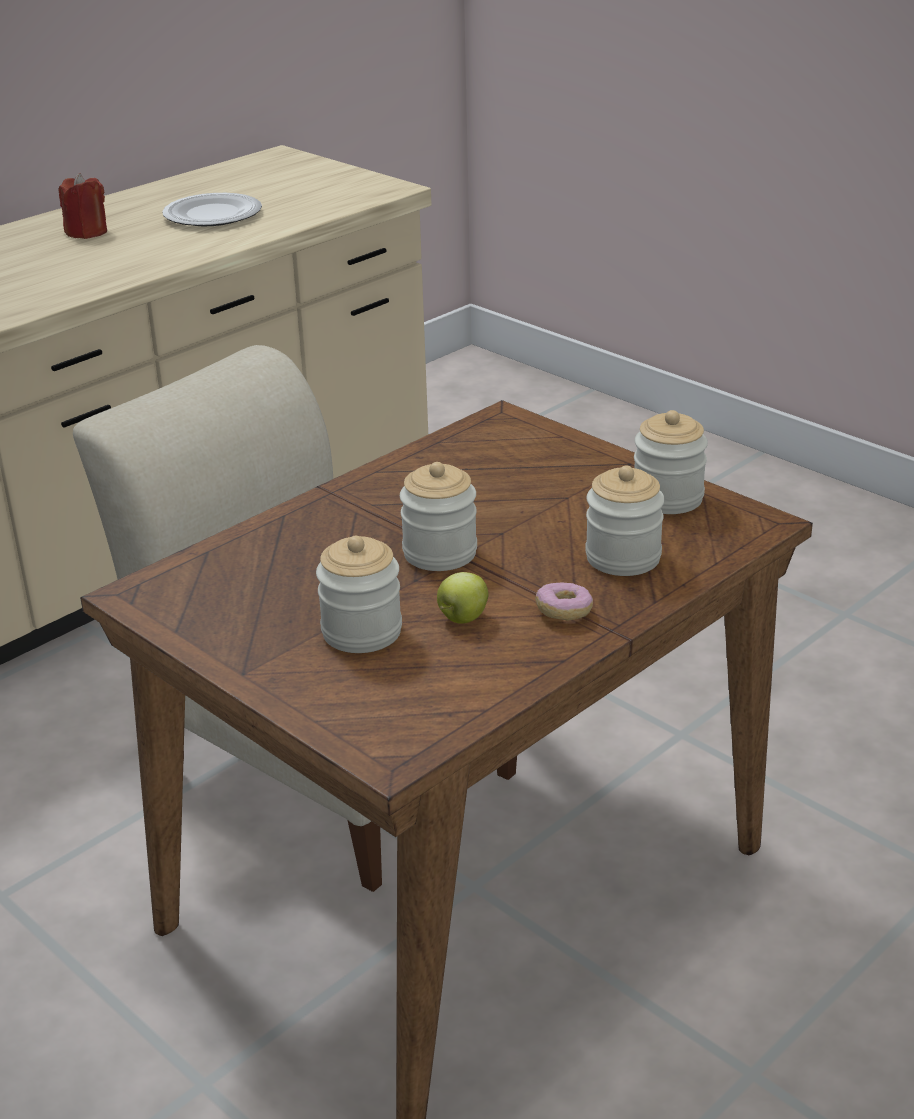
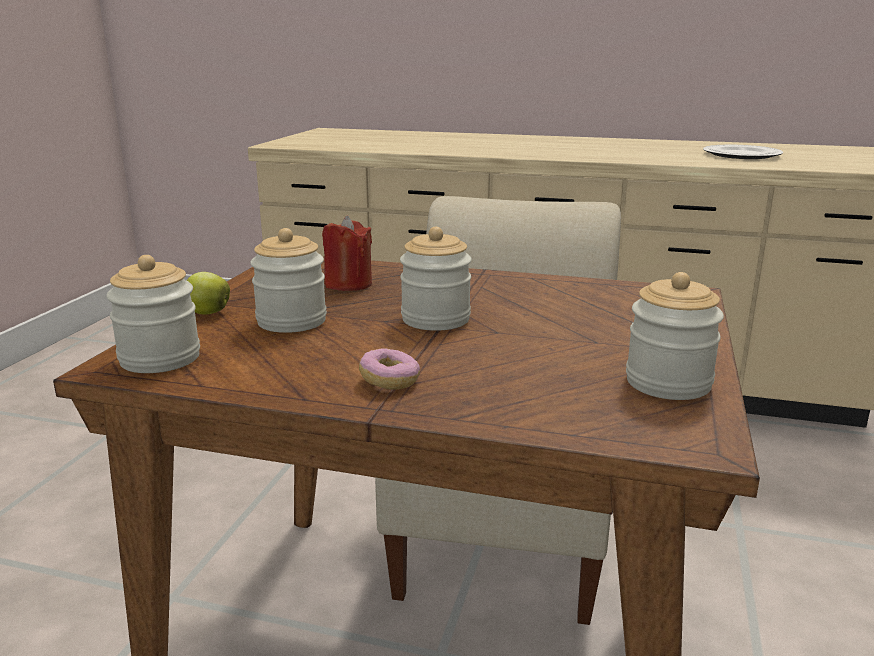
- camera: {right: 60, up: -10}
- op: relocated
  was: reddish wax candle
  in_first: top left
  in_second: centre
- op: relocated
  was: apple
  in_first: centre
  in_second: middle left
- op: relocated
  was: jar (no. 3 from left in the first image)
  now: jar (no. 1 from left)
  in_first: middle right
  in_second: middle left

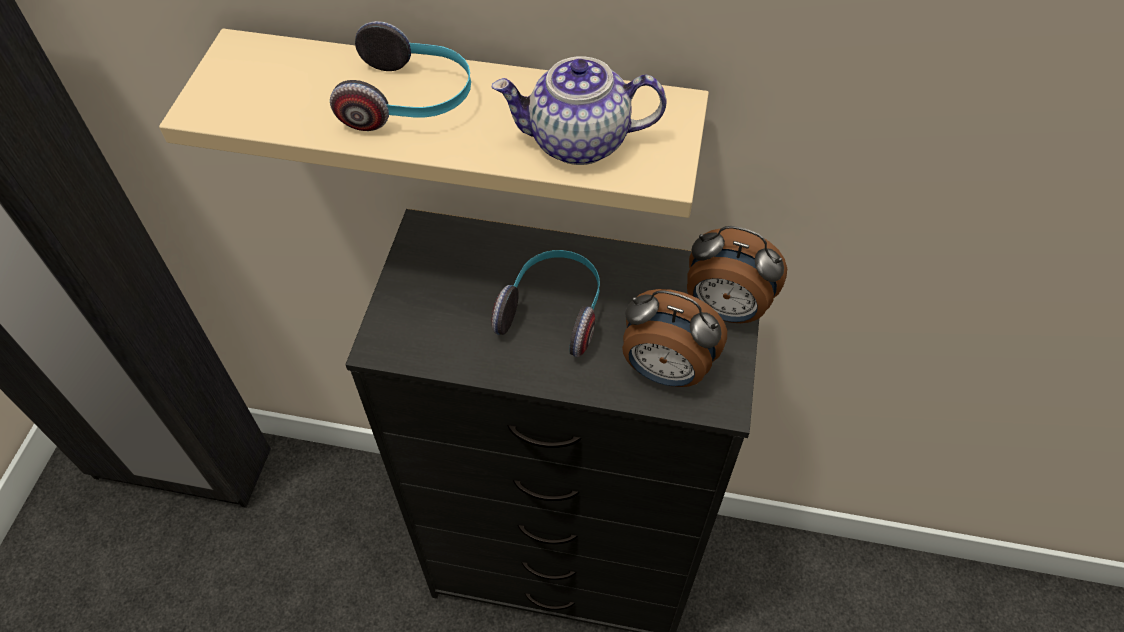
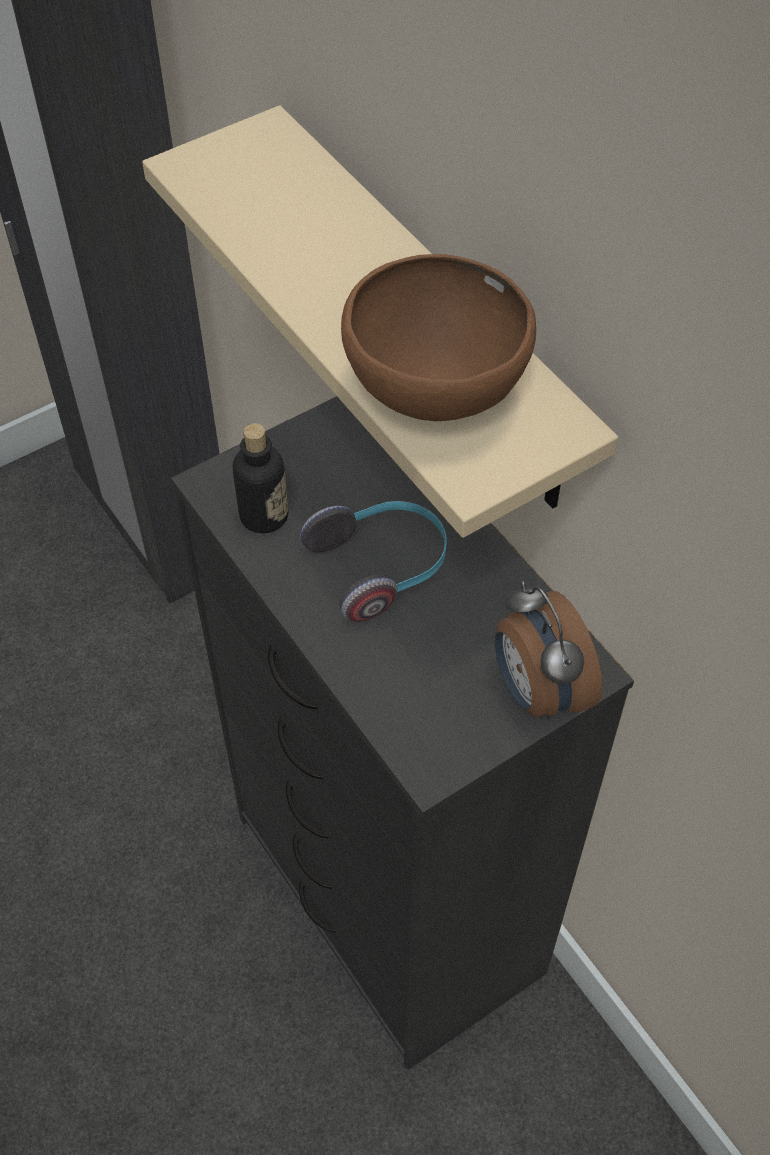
- camera: {right: 45, up: 0}
- op: missing
  was: headset (no. 1 from left)
  in_first: top centre
- op: missing
  was: bedside clock (no. 1 from left)
  in_first: centre
- op: appeared
  now: beverage bottle
  in_second: centre
- op: exchanged
  was: tea pot
  now: brown serving bowl
  in_first: top centre
  in_second: top centre

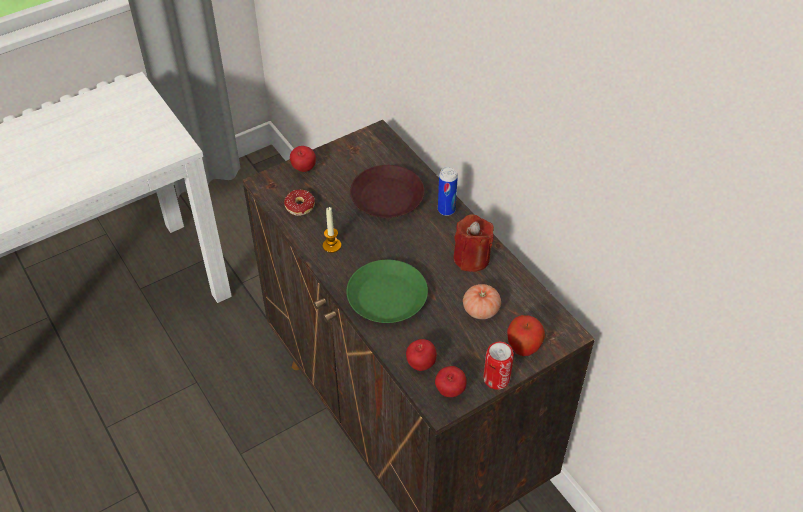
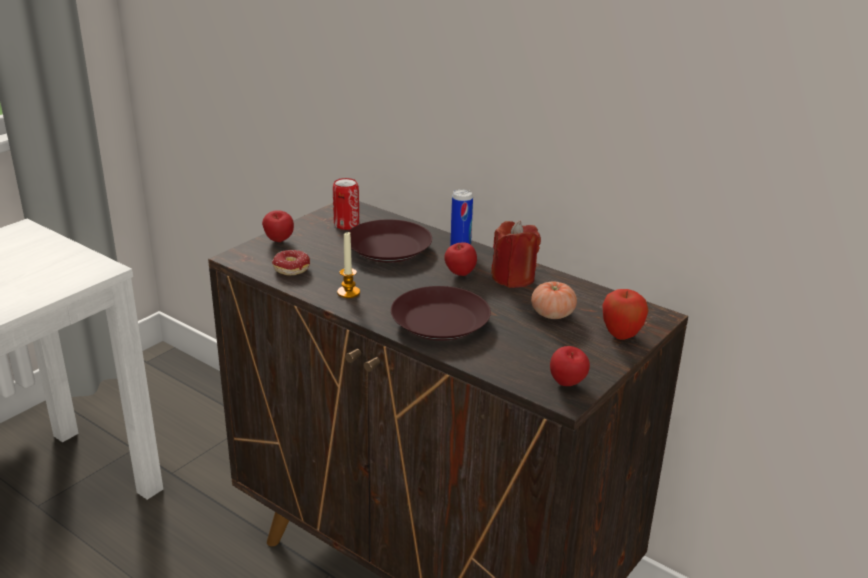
- camera: {right: -20, up: -20}
- op: relocated
  was: apple (no. 2 from left)
  in_first: bottom centre
  in_second: centre
- op: relocated
  was: metal can (no. 2 from left in the first image)
  now: metal can (no. 1 from left)
  in_first: bottom centre
  in_second: centre
- op: colour
  was: green plate
  now: brown plate (no. 2 from left)
  in_first: centre
  in_second: centre

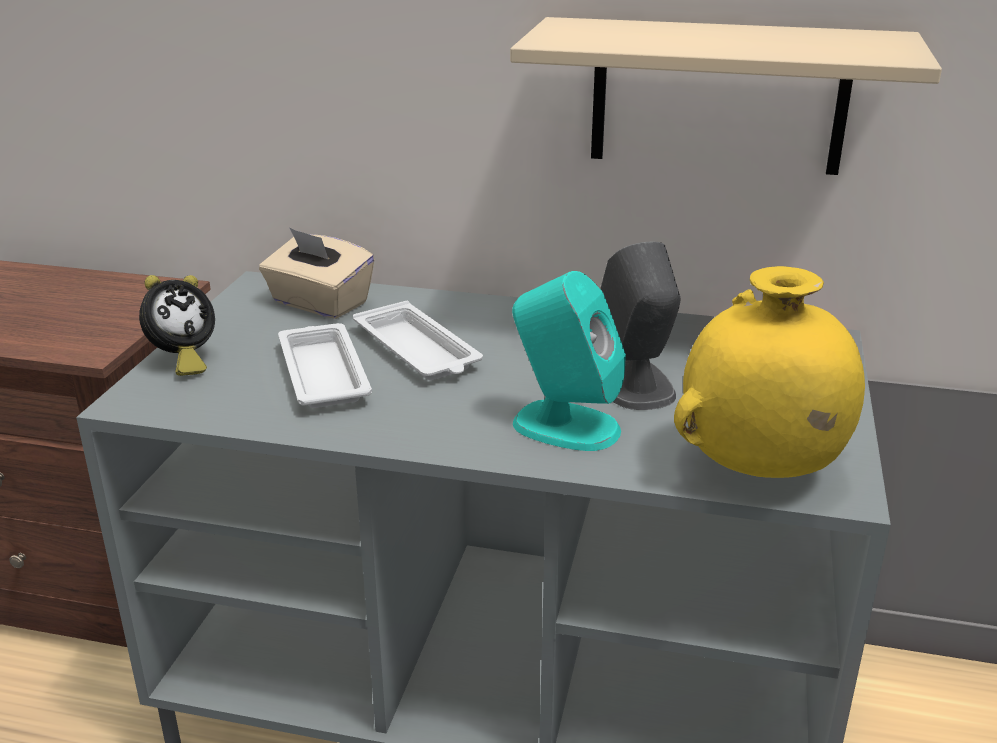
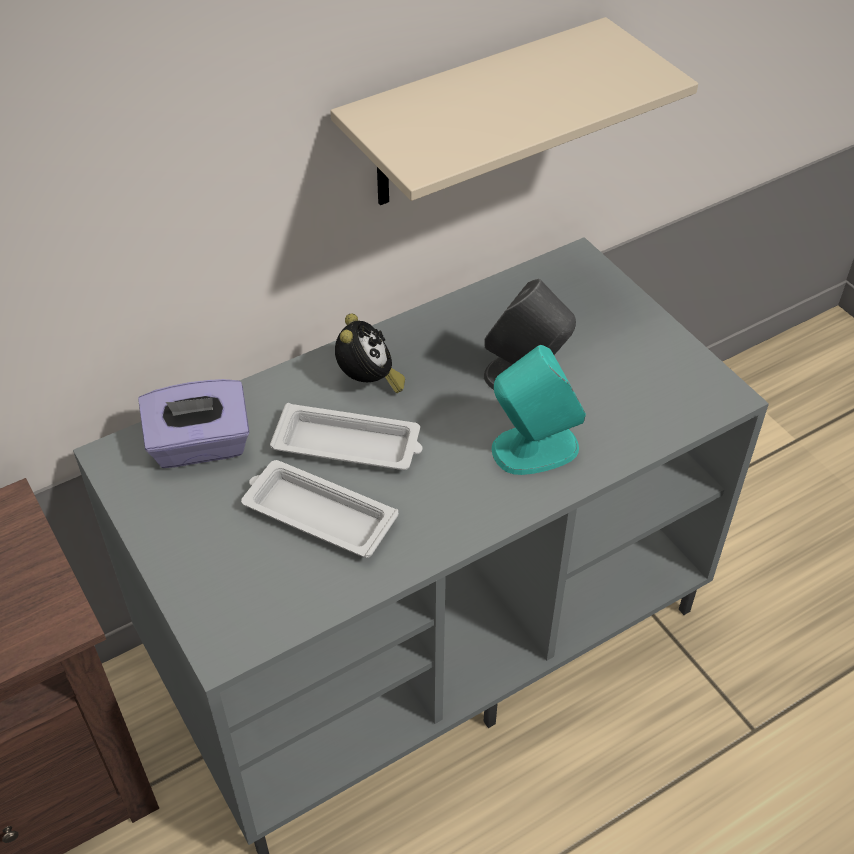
- camera: {right: -45, up: 20}
- op: missing
  was: yellow-coloured vase
  in_first: middle right
- op: relocated
  was: bedside clock
  in_first: middle left
  in_second: centre
- op: colour
  was: beige tissue holder
  now: purple tissue holder
  in_first: middle left
  in_second: middle left

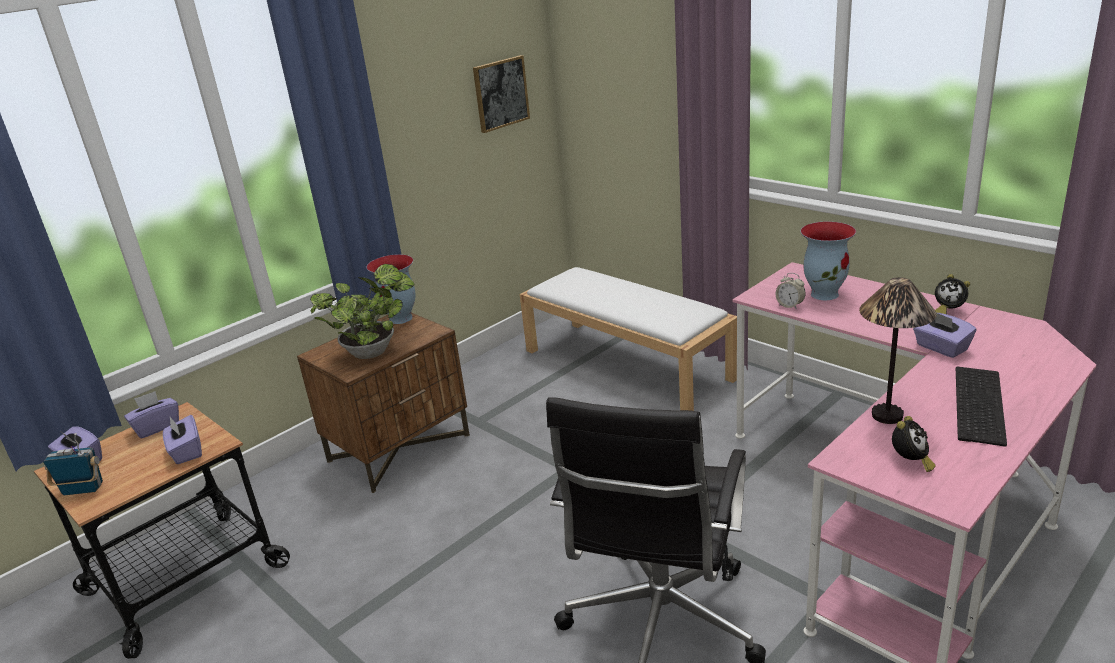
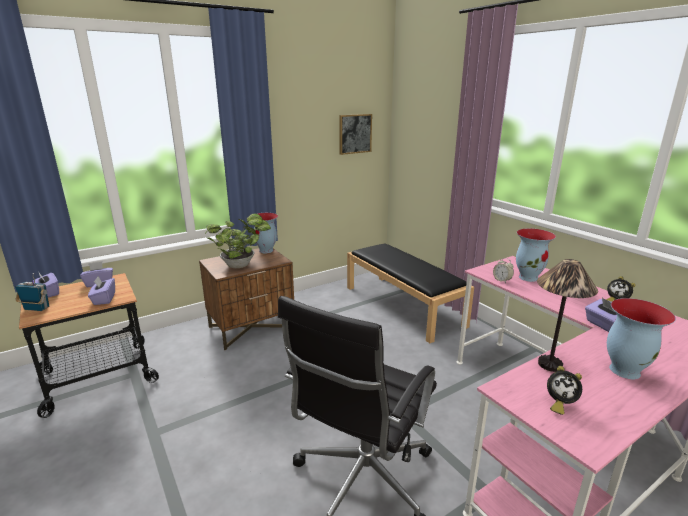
- camera: {right: 10, up: -5}
- op: exchanged
  was: PC keyboard
  now: vase (no. 3 from left)
  in_first: middle right
  in_second: middle right
- op: colour
  was: white-coloured long seat
  now: blackish long seat
  in_first: centre
  in_second: centre
- op: spun
  was: bedside clock (no. 2 from left)
  in_first: bottom right
  in_second: bottom right
  clockwise: 60

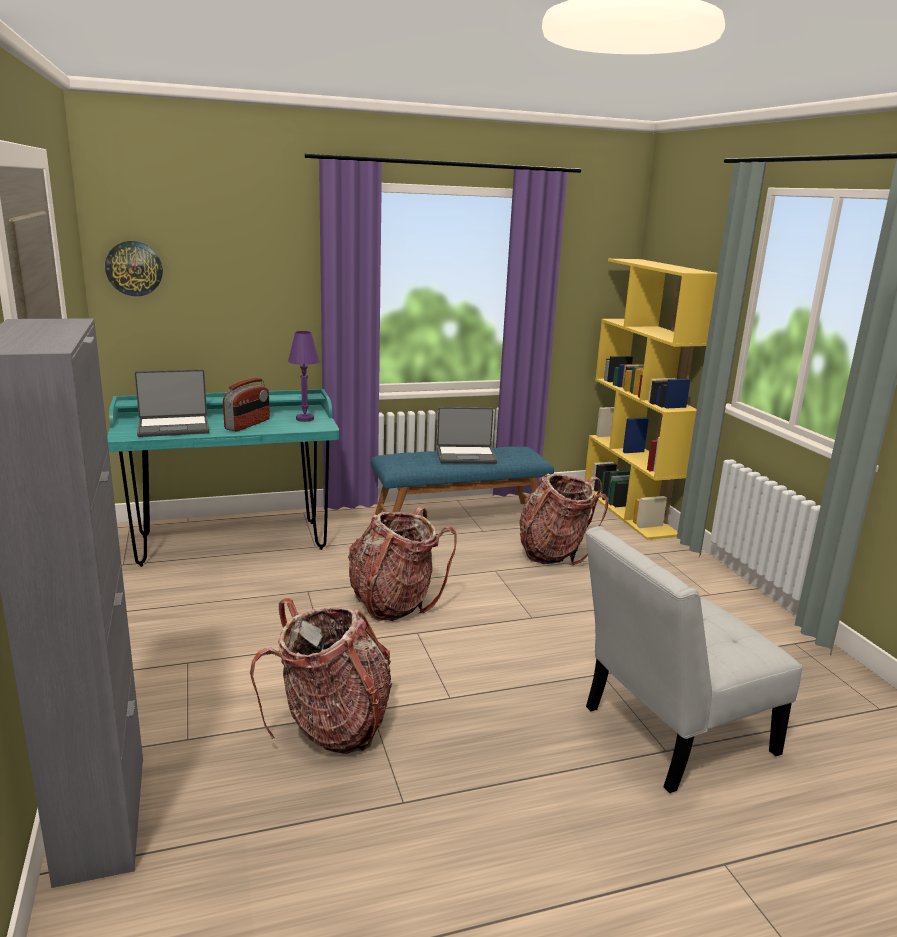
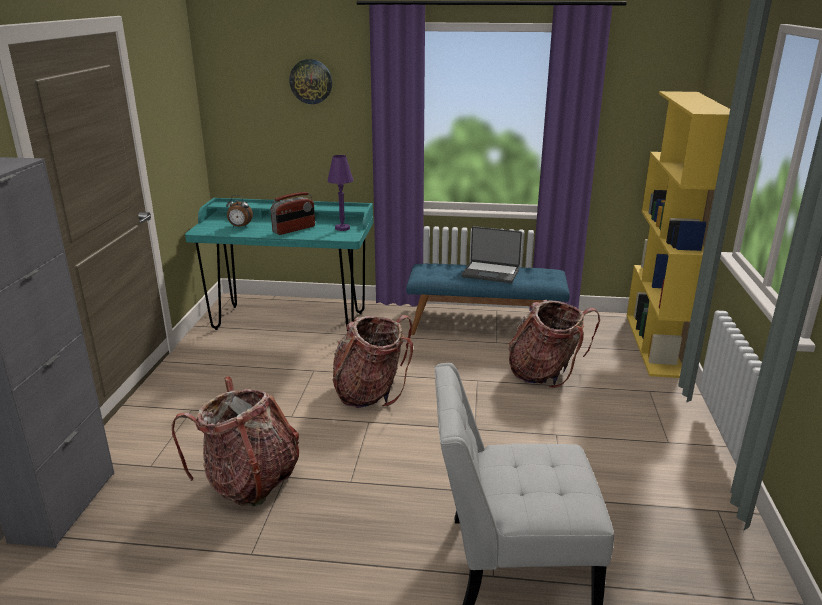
- camera: {right: 25, up: 5}
- op: relocated
  was: hanging clock
  in_first: top left
  in_second: top centre
- op: exchanged
  was: laptop (no. 1 from left)
  now: bedside clock
  in_first: middle left
  in_second: middle left

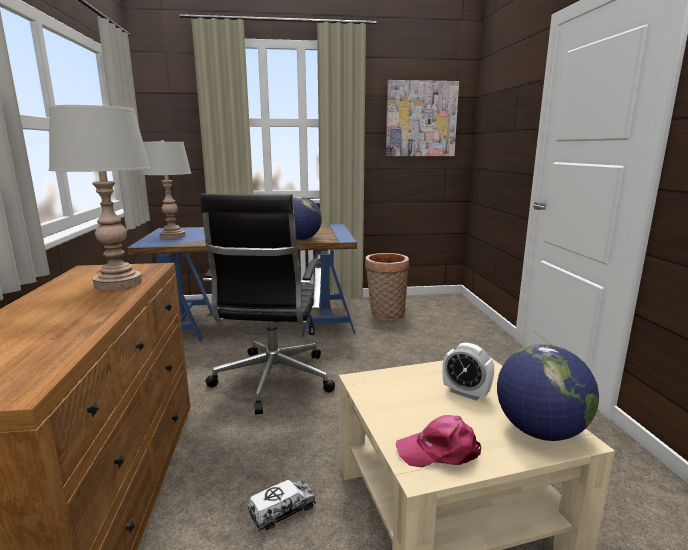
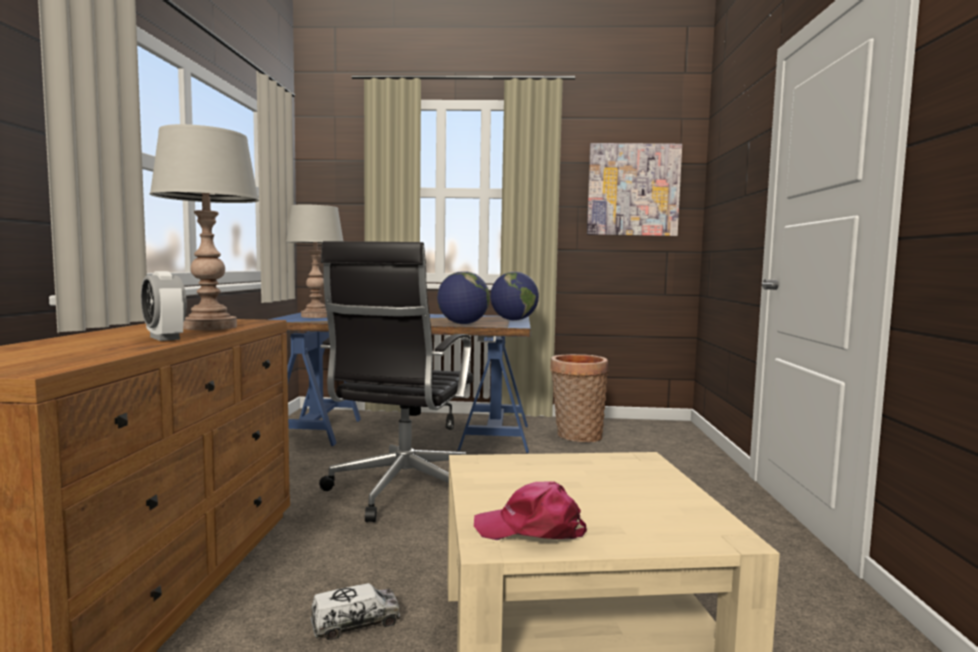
- camera: {right: 10, up: -10}
- op: relocated
  was: bedside clock
  in_first: bottom right
  in_second: middle left
- op: relocated
  was: desk globe (no. 2 from left)
  in_first: bottom right
  in_second: centre

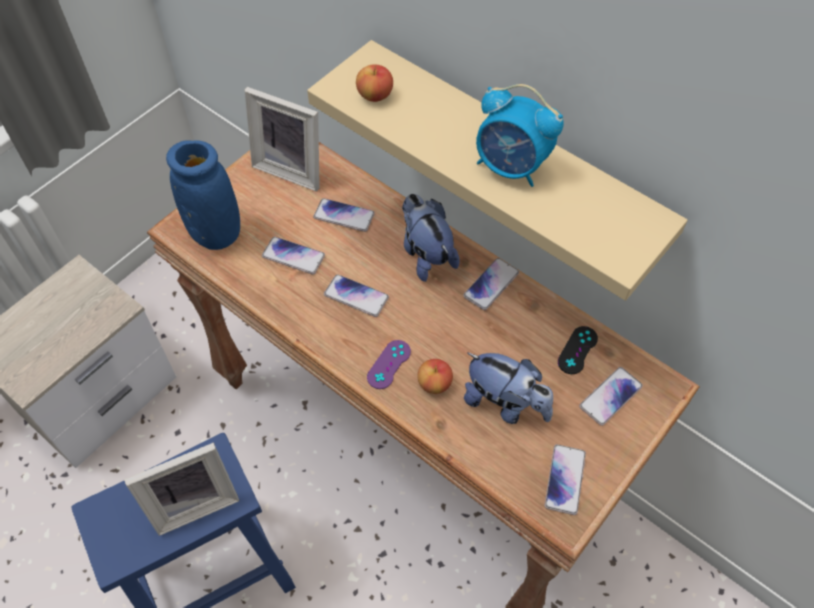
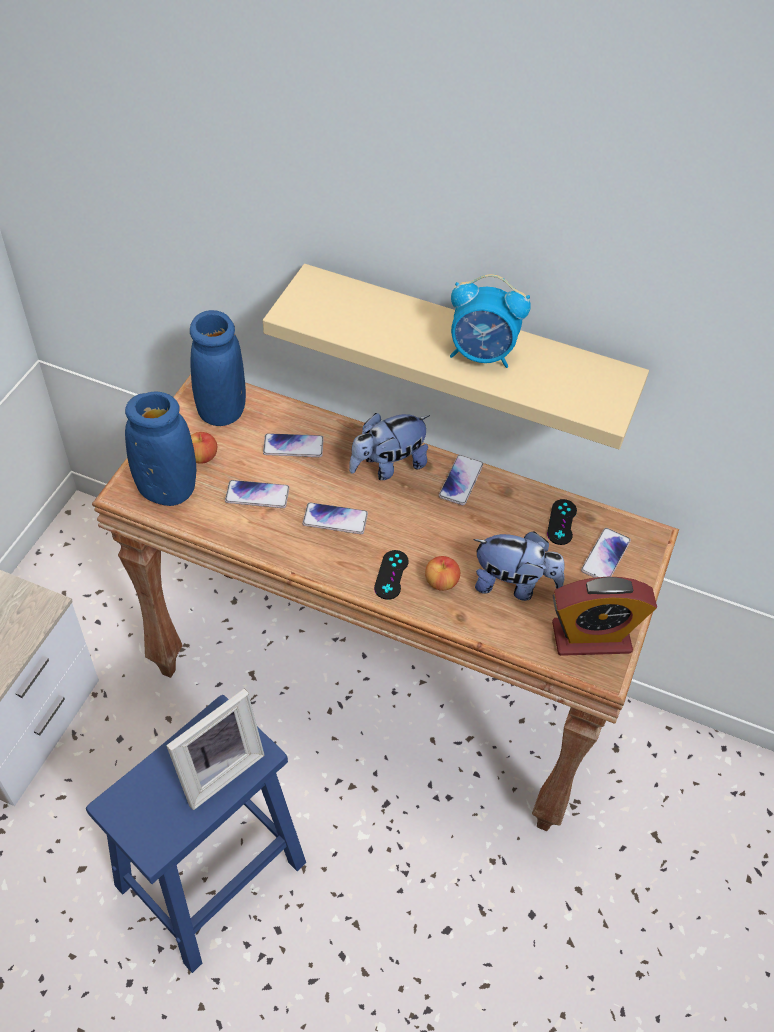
- camera: {right: -20, up: -5}
- op: relocated
  was: apple (no. 1 from left)
  in_first: top centre
  in_second: middle left
- op: exchanged
  was: standing frame (no. 2 from left)
  now: bluish vase (no. 2 from left)
  in_first: top centre
  in_second: middle left
- op: exchanged
  was: phone (no. 5 from left)
  now: bedside clock (no. 2 from left)
  in_first: bottom right
  in_second: middle right
- op: colour
  was: purple gamepad
  now: blackish gamepad (no. 1 from left)
  in_first: centre
  in_second: centre
- op: spun
  was: cuddly toy (no. 1 from left)
  in_first: centre
  in_second: centre
  clockwise: -75

